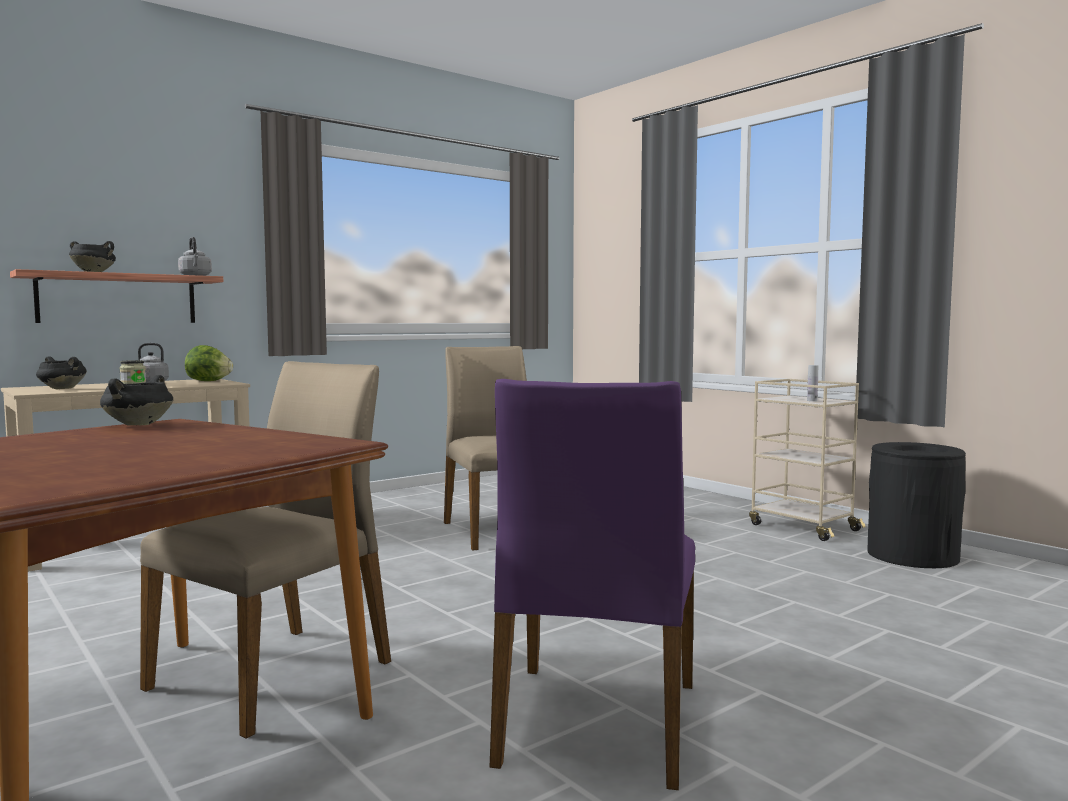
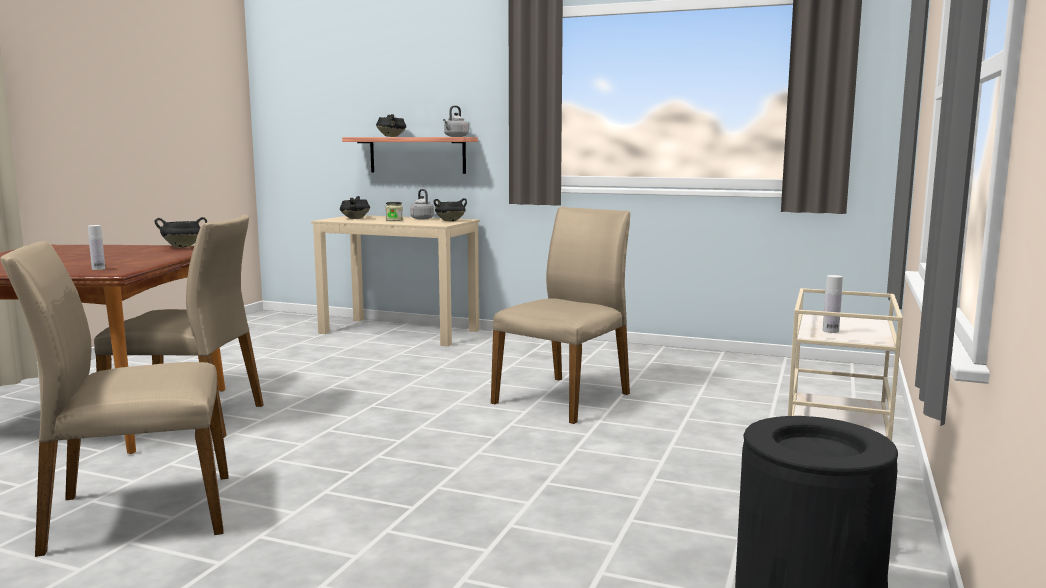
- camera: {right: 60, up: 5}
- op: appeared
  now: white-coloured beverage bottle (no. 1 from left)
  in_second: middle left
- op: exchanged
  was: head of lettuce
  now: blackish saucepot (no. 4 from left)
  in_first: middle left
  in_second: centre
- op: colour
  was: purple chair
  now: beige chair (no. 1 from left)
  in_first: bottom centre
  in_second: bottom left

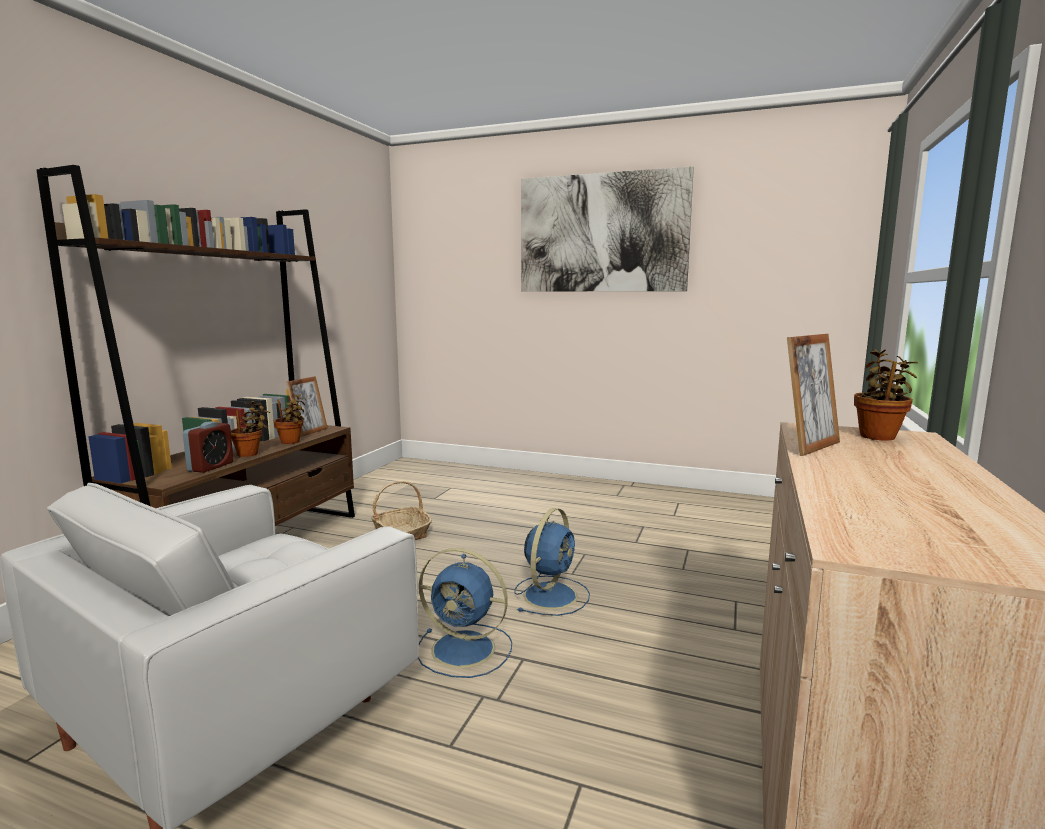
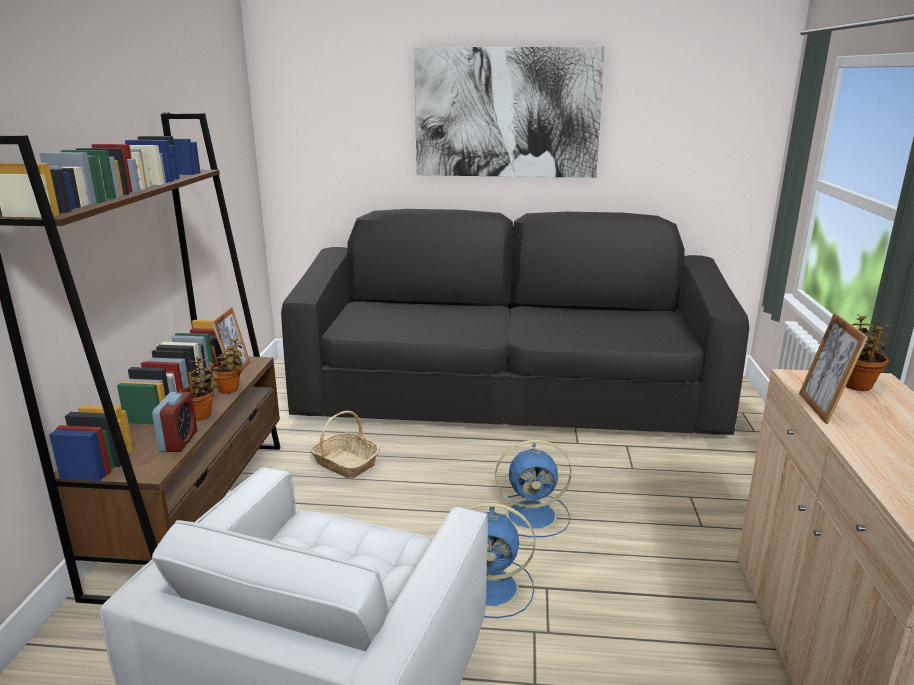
- camera: {right: -15, up: 10}
- op: appeared
  now: blackish couch
  in_second: centre
- op: spun
  was: bluish electric fan (no. 2 from left)
  in_first: bottom centre
  in_second: bottom centre
  clockwise: 75
- op: spun
  was: standing frame (no. 2 from left)
  in_first: middle right
  in_second: middle right
  clockwise: 150

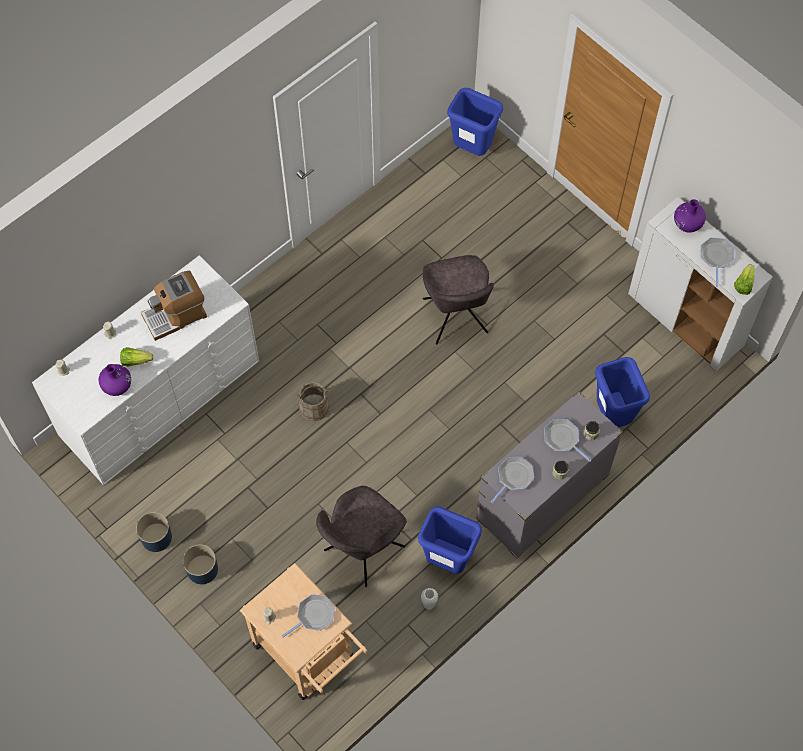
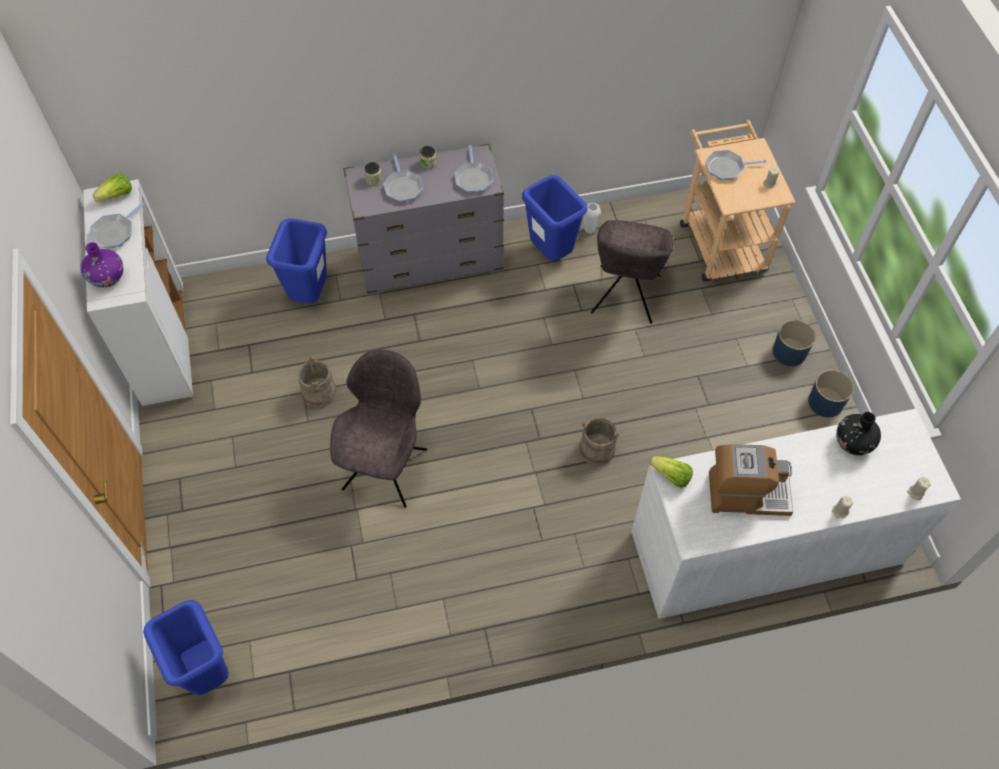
- camera: {right: -150, up: -5}
- op: appeared
  now: beige pail (no. 1 from left)
  in_second: middle left
- op: relocated
  was: head of lettuce (no. 1 from left in the first image)
  now: head of lettuce (no. 2 from left)
  in_first: middle left
  in_second: middle right
- op: colour
  was: purple vase (no. 1 from left)
  now: blackish vase
  in_first: middle left
  in_second: middle right
- op: spun
  was: grey chair (no. 1 from left in the first image)
  in_first: bottom centre
  in_second: centre
  clockwise: 120
- op: spun
  was: frying pan (no. 2 from left in the first image)
  in_first: centre
  in_second: top centre
  clockwise: -75

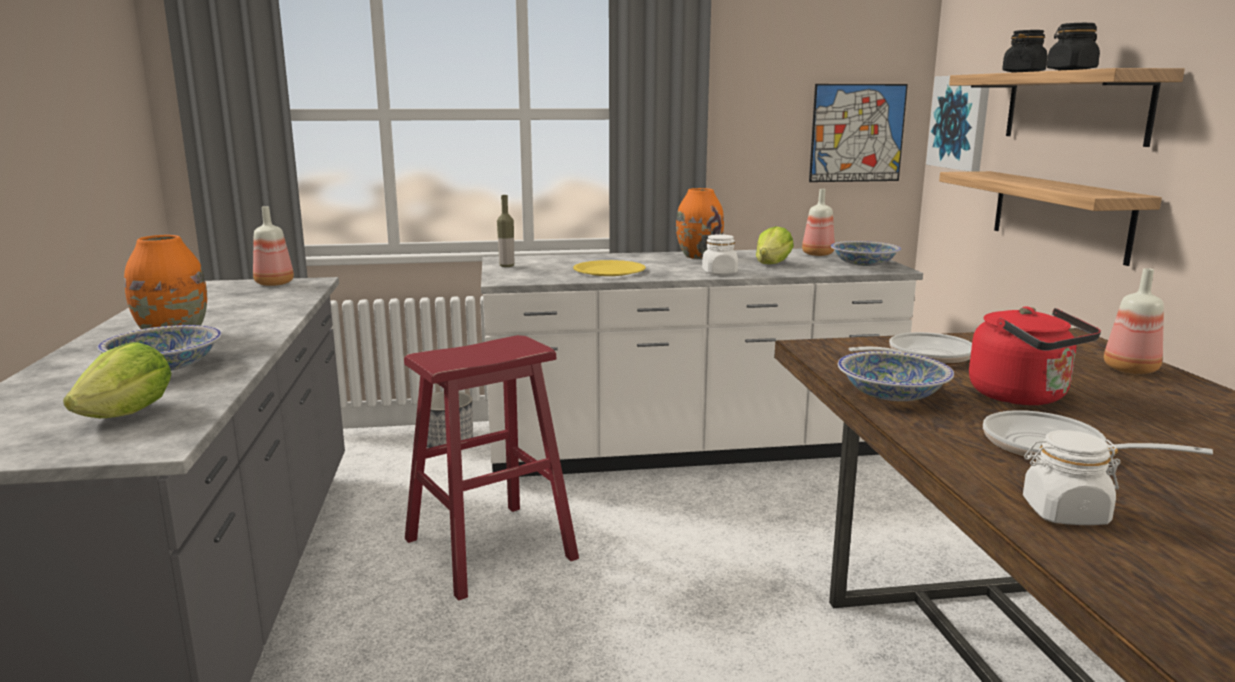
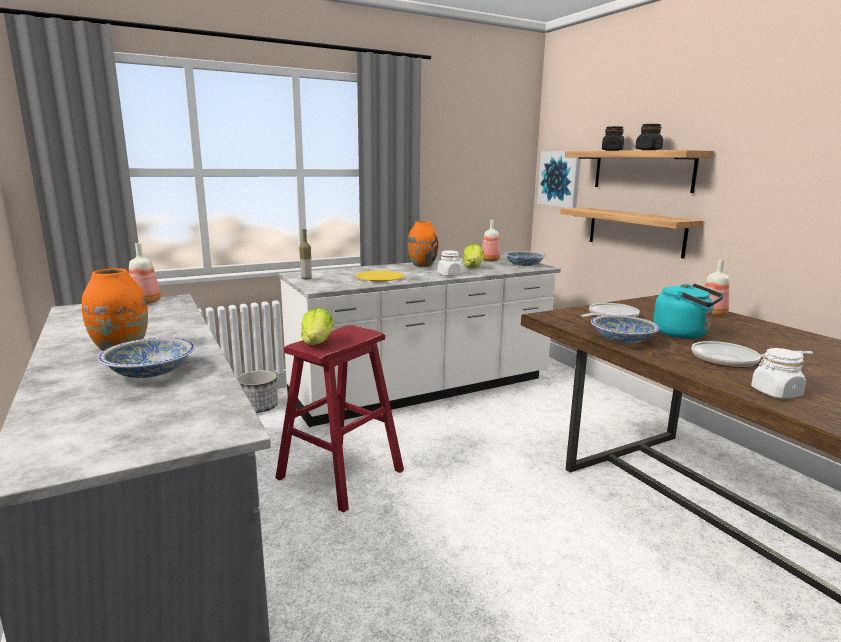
- camera: {right: -20, up: 0}
- op: missing
  was: wall picture (no. 1 from left)
  in_first: top right
- op: relocated
  was: head of lettuce (no. 1 from left)
  in_first: middle left
  in_second: centre
- op: colour
  was: reddish water kettle
  now: turquoise-coloured water kettle
  in_first: middle right
  in_second: middle right

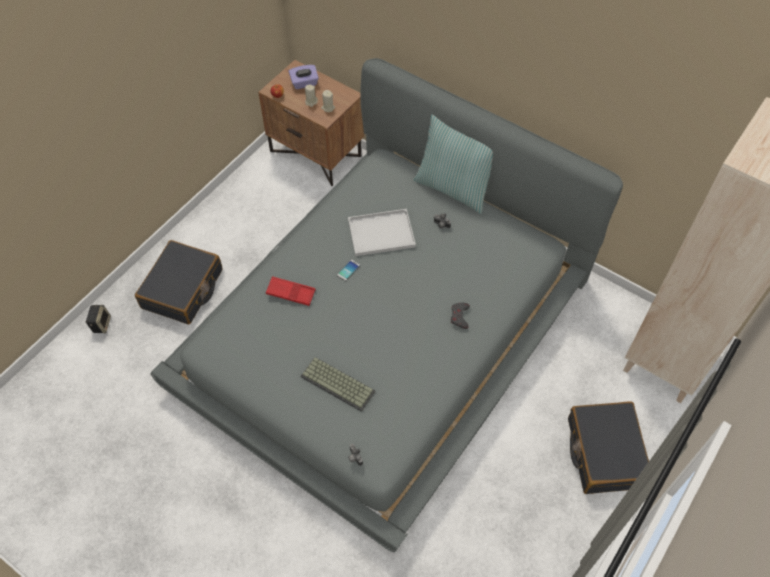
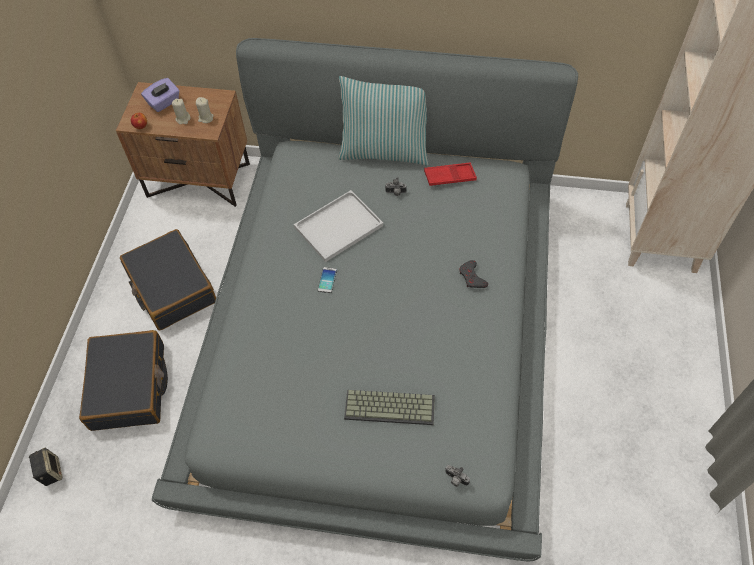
- camera: {right: -25, up: 0}
- op: relocated
  was: reddish tray
  in_first: centre
  in_second: top centre
- op: relocated
  was: blackish travel case (no. 2 from left)
  in_first: bottom right
  in_second: middle left

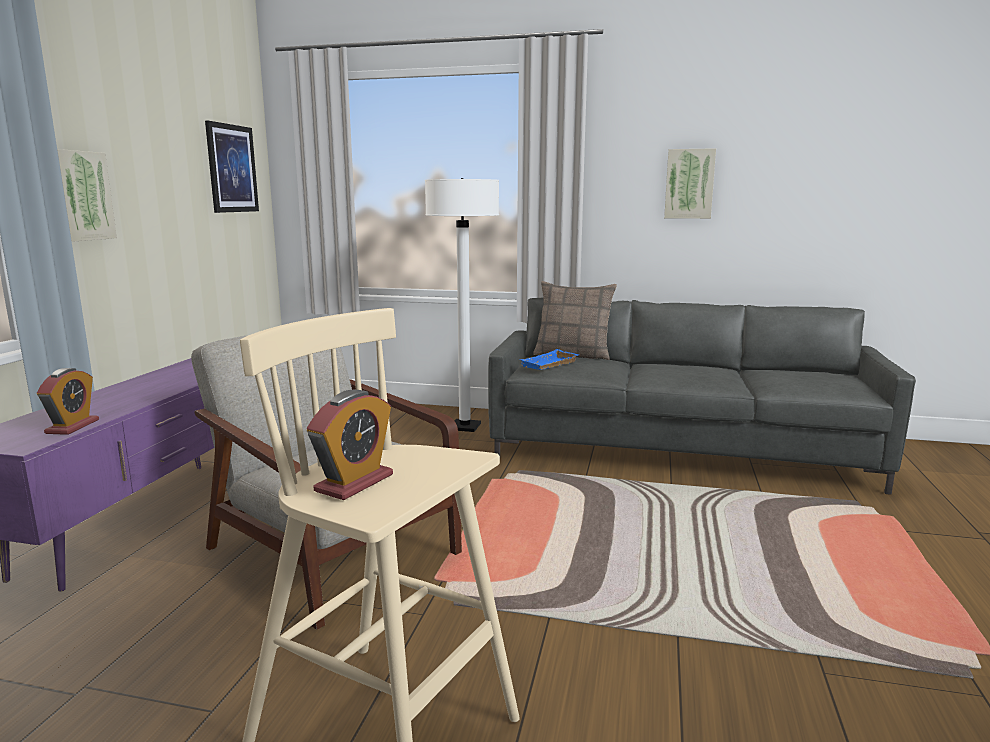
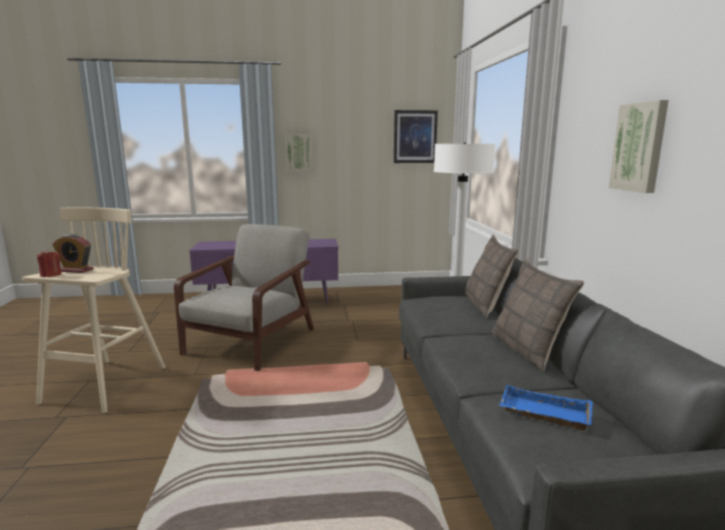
- camera: {right: 70, up: 0}
- op: missing
  was: bedside clock (no. 1 from left)
  in_first: middle left
- op: appeared
  now: reddish wax candle
  in_second: middle left
- op: appeared
  now: throw pillow (no. 2 from left)
  in_second: middle right
- op: relocated
  was: bluish tray
  in_first: centre
  in_second: bottom right

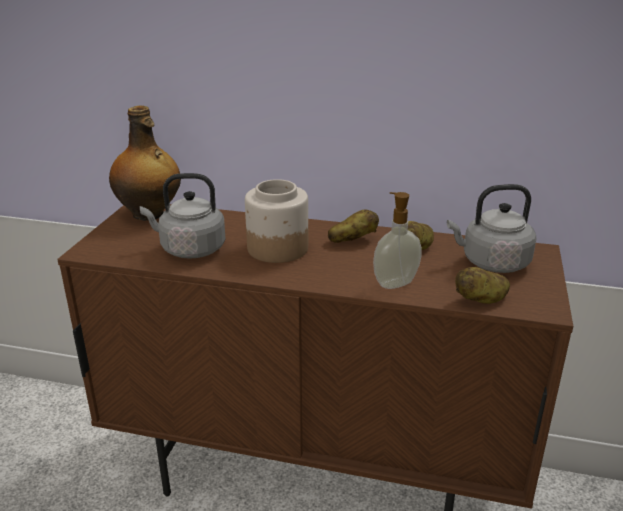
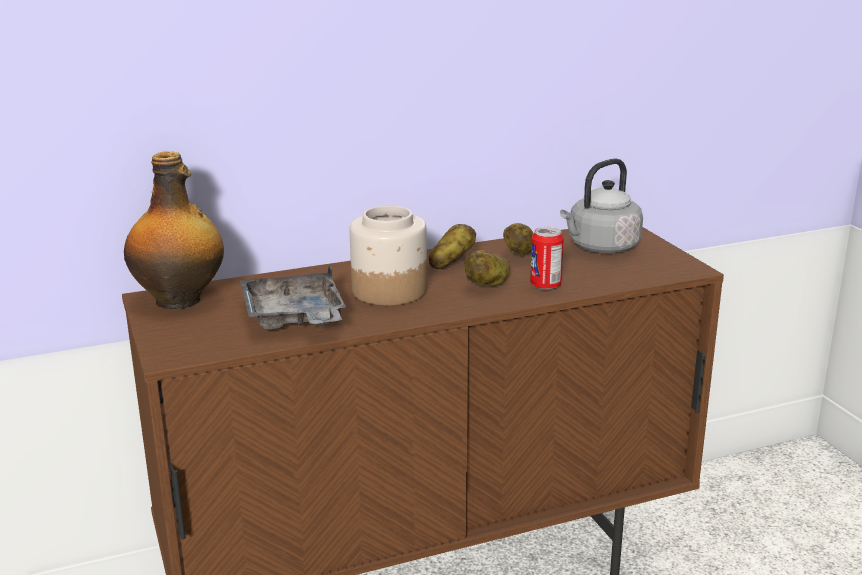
- camera: {right: -35, up: -5}
- op: relocated
  was: potato (no. 3 from left in the first image)
  now: potato (no. 2 from left)
  in_first: middle right
  in_second: centre
- op: exchanged
  was: grey water kettle (no. 1 from left)
  now: grey tray
  in_first: middle left
  in_second: centre
- op: exchanged
  was: soap dispenser
  now: metal can
  in_first: centre
  in_second: centre

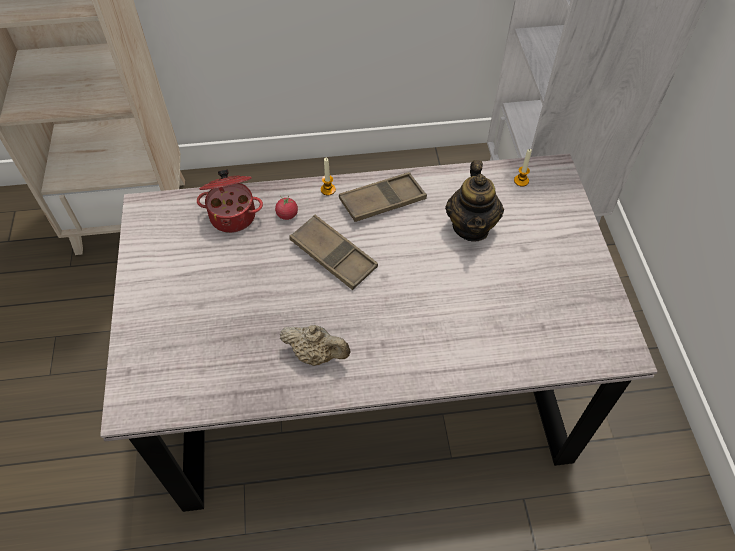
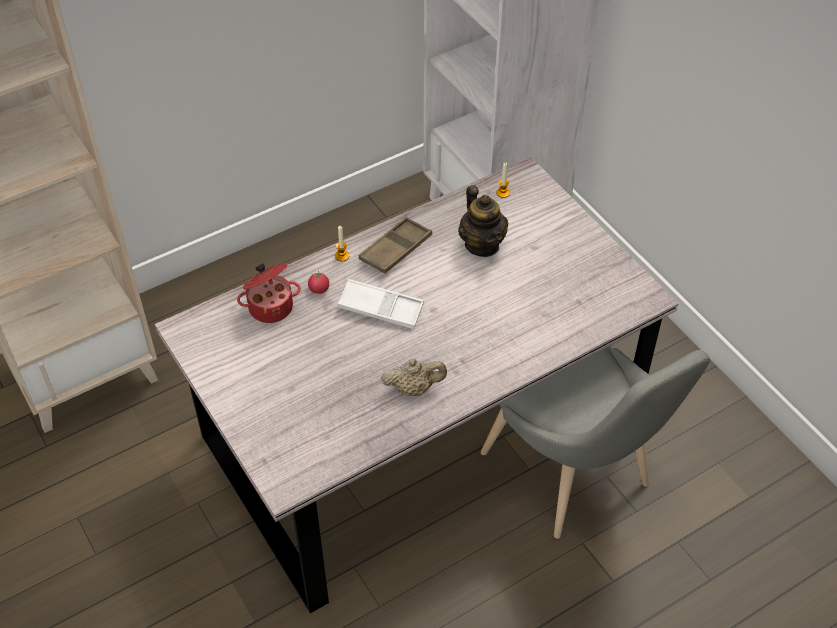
- camera: {right: -25, up: -5}
- op: appeared
  now: grey chair
  in_second: bottom right
- op: colour
  was: brown tray (no. 1 from left)
  now: white-coloured tray
  in_first: centre
  in_second: centre

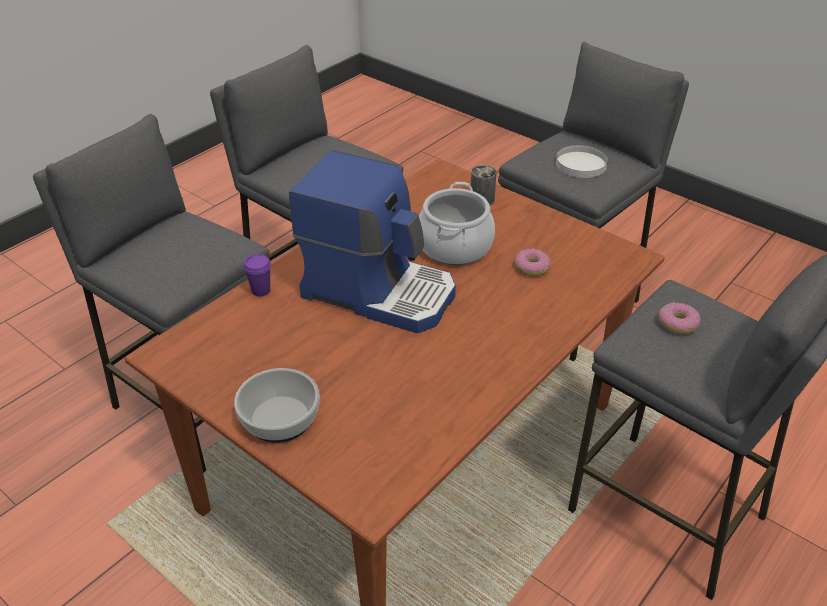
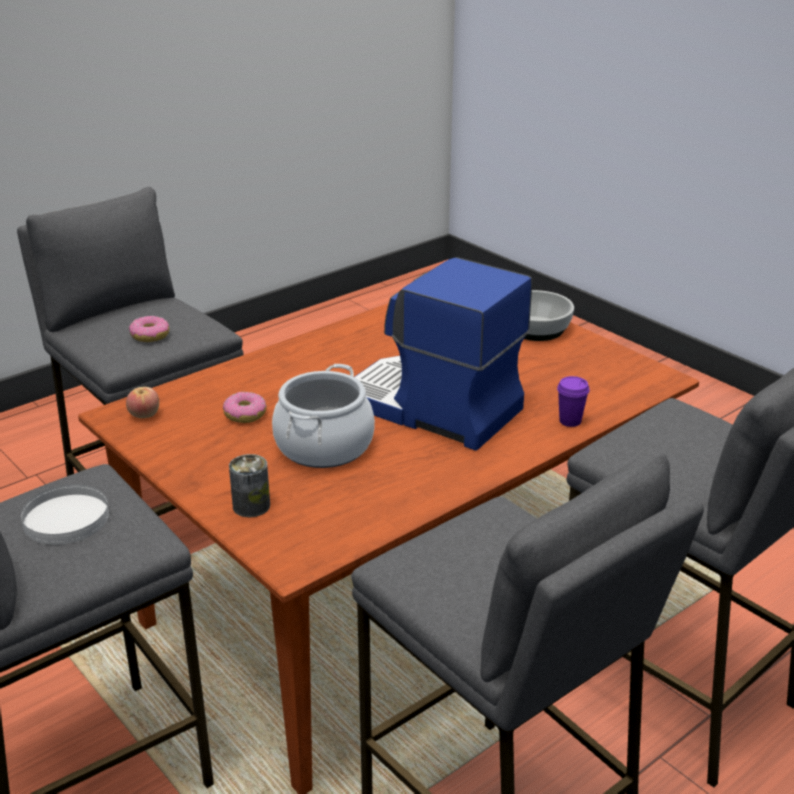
- camera: {right: -170, up: -10}
- op: appeared
  now: apple
  in_second: middle left

